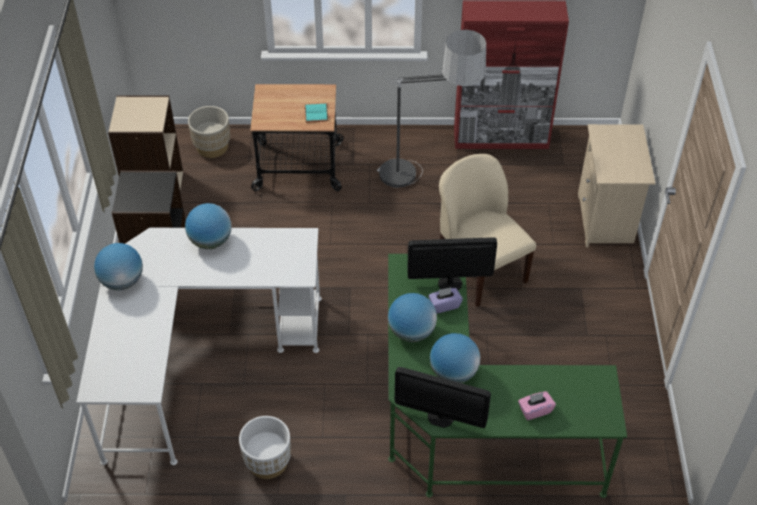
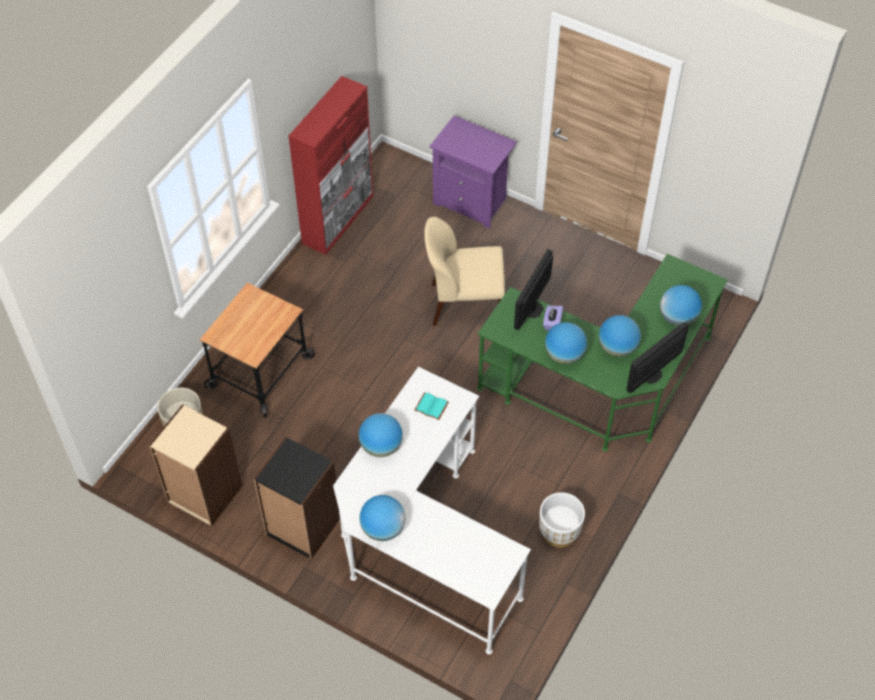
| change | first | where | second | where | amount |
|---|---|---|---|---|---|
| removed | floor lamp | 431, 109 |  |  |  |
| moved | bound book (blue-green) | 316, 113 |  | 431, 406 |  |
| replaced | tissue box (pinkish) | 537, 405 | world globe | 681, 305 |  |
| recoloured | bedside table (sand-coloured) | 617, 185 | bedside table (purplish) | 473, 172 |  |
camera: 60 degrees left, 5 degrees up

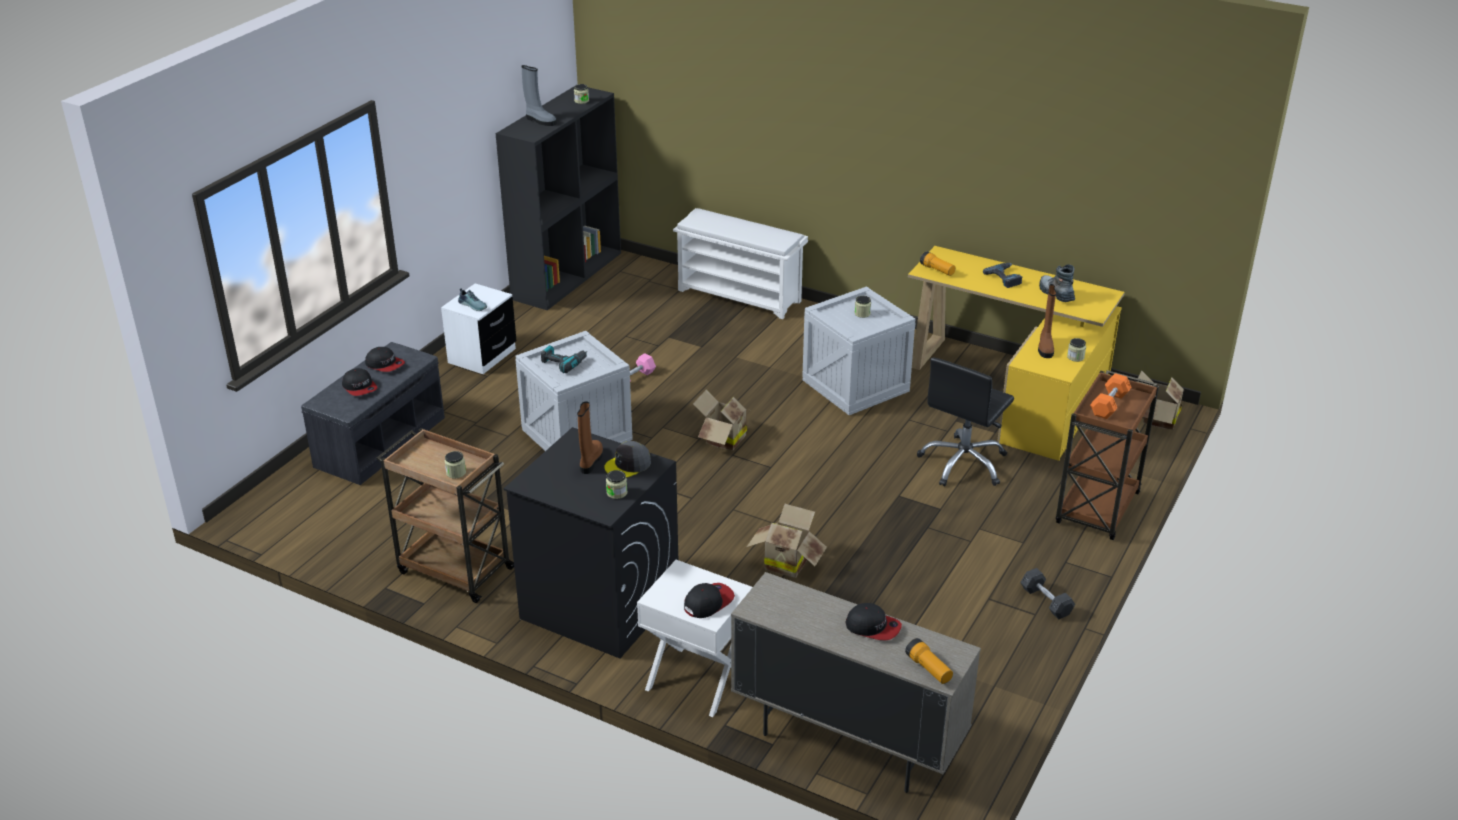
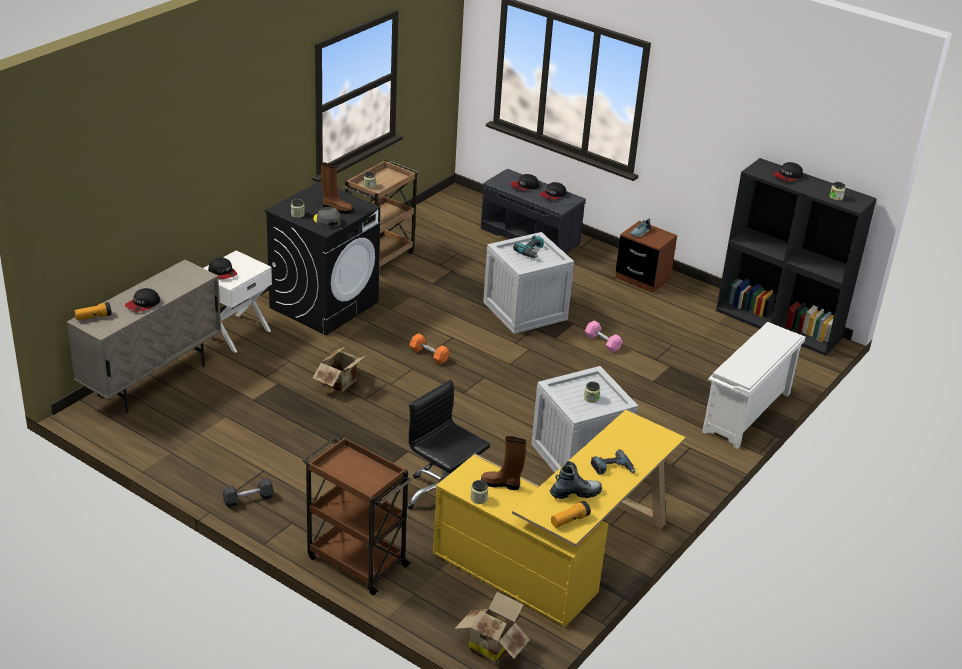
| change | first | where | second | where | amount |
|---|---|---|---|---|---|
| removed | carton | 722, 420 |  |  |  |
| moved | torch | 937, 263 |  | 571, 514 |  |
| moved | free weight (orange) | 1110, 396 |  | 429, 348 |  |
| replaced | boot (greyish) | 539, 95 | baseball cap | 788, 171 |  |
| recoloured | bedside table (whitish) | 478, 328 | bedside table (brown-coloured) | 646, 257 |  |
camera: 95 degrees right, 0 degrees up

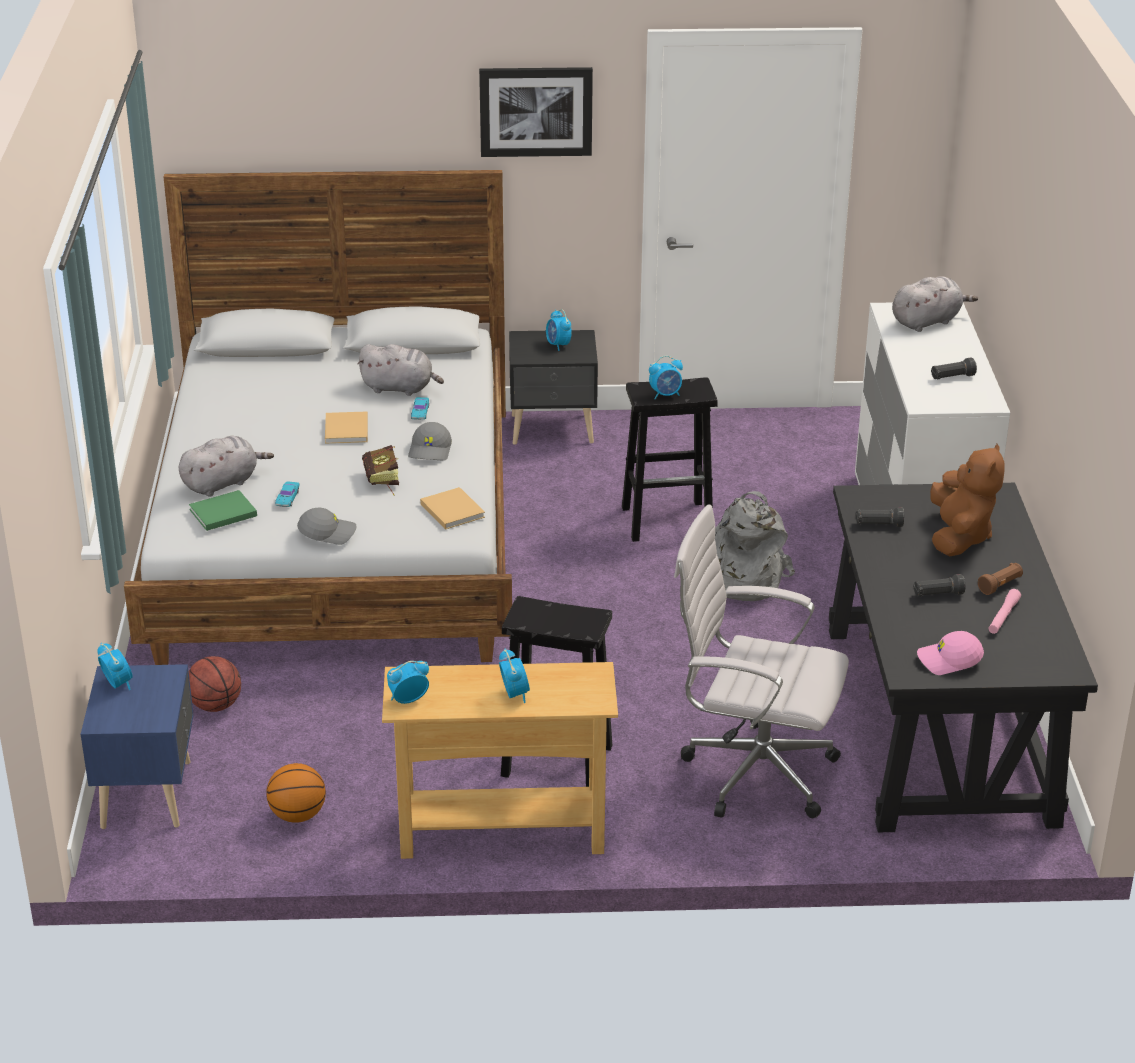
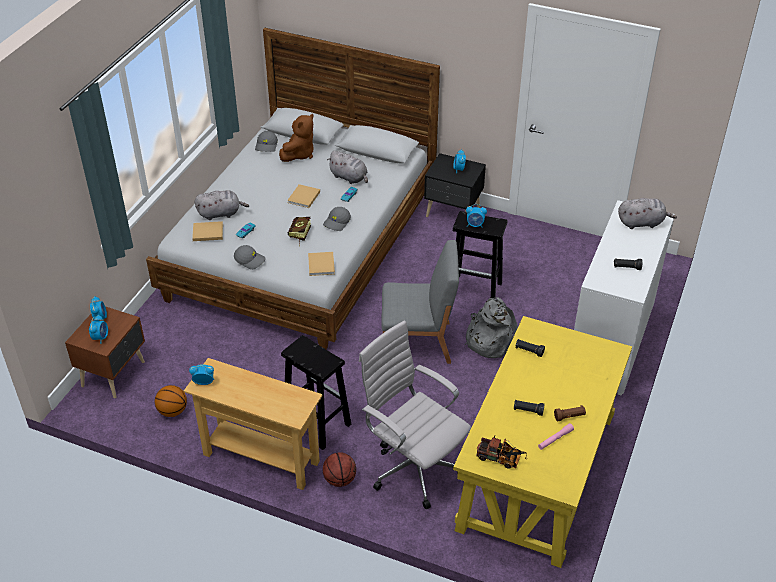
| change | first | where | second | where | amount |
|---|---|---|---|---|---|
| removed | wall picture | 536, 112 |  |  |  |
| added |  |  | baseball cap (greyish) | 266, 141 |  |
| added |  |  | upright chair (greyish) | 420, 302 |  |
| moved | ball for basketball | 215, 684 |  | 339, 469 |  |
| moved | bedside clock | 514, 676 |  | 98, 329 |  |
| moved | cuddly toy (brown-coloured) | 967, 500 |  | 296, 138 |  |
| replaced | baseball cap (pinkish) | 950, 653 | toy lorry | 501, 452 |  |
| recoloured | bedside table (blue) | 137, 746 | bedside table (brown-coloured) | 105, 352 |  |
| recoloured | bound book (green-coloured) | 223, 510 | bound book (sand-coloured) | 207, 231 |  |
| recoloured | desk (black-coloured) | 963, 657 | desk (yellow-coloured) | 542, 442 |  |
camera: 25 degrees right, 10 degrees up

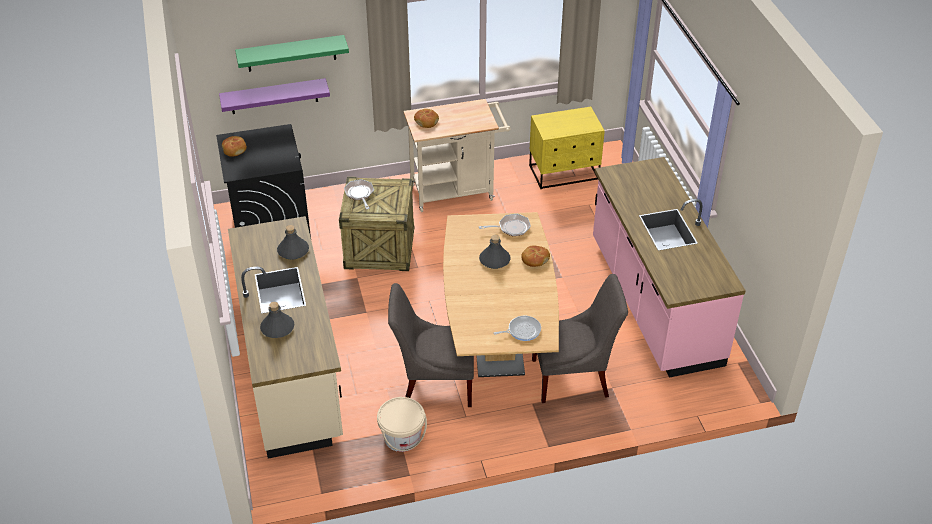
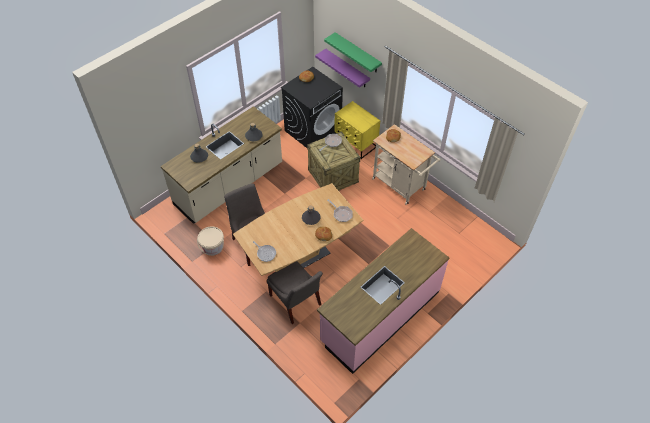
| change | first | where | second | where | amount |
|---|---|---|---|---|---|
| moved | bedside table (yellow-coloured) | 567, 148 |  | 357, 130 |  |
camera: 60 degrees right, 10 degrees up

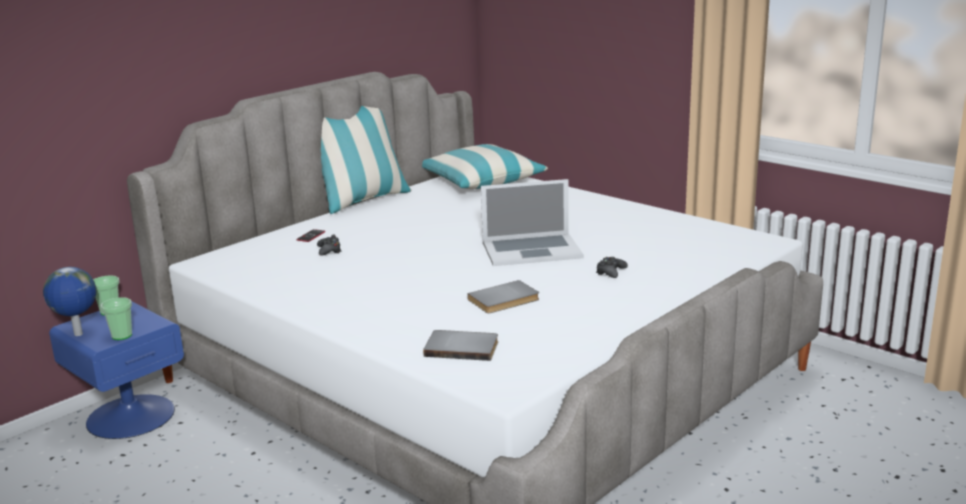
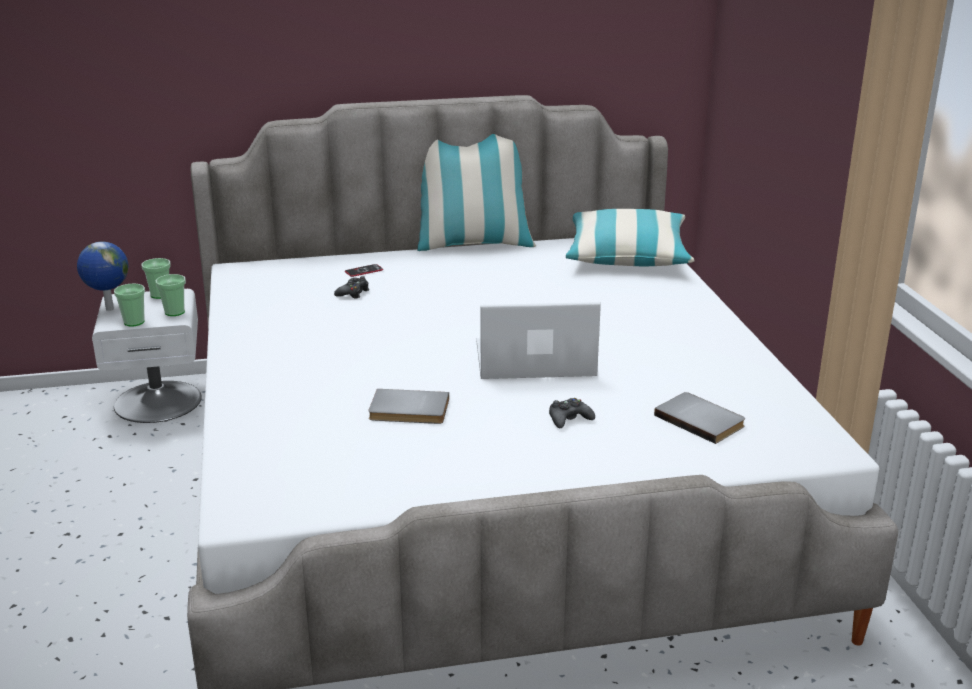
| change | first | where | second | where | amount |
|---|---|---|---|---|---|
| added |  |  | small cup | 171, 295 |  |
| moved | bound book (greyish) | 460, 345 |  | 699, 418 |  |
| recoloured | bedside table (blue) | 116, 370 | bedside table (whitish) | 147, 356 |  |
| turned | laptop | 532, 222 |  | 539, 340 | 150 degrees clockwise |
camera: 35 degrees right, 5 degrees up

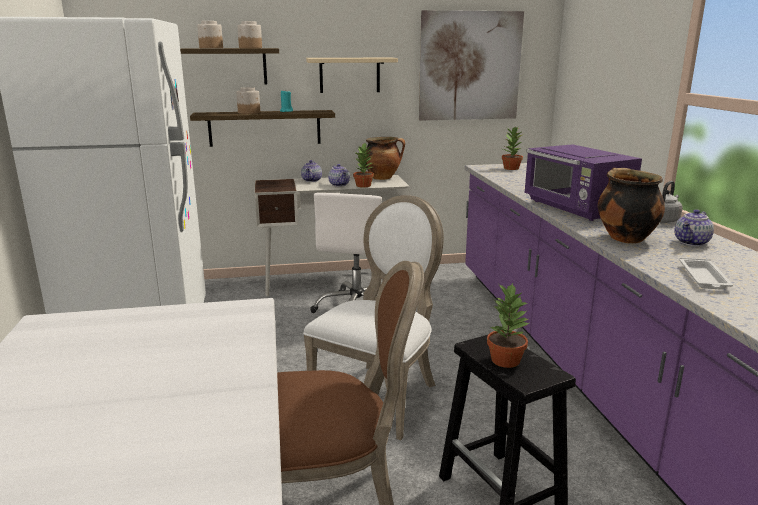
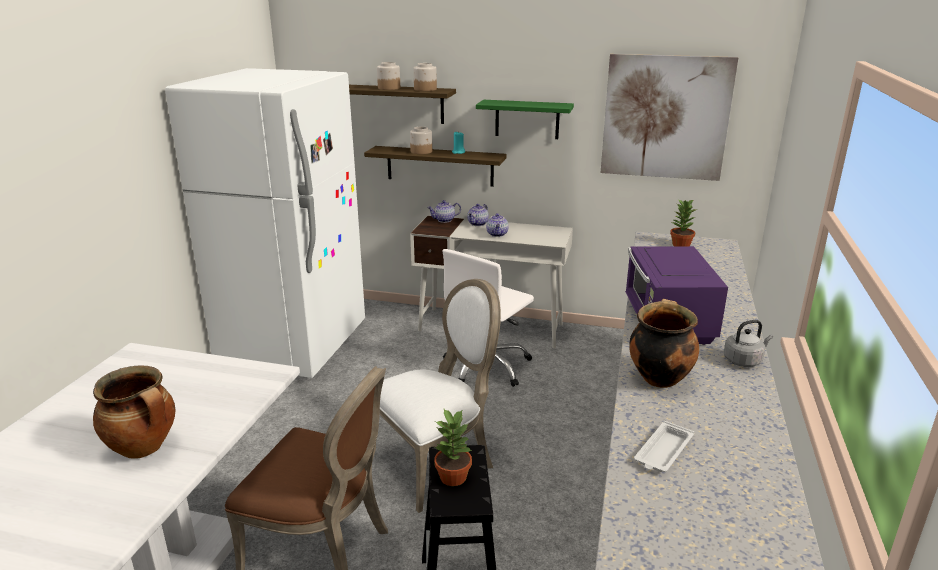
| change | first | where | second | where | amount |
|---|---|---|---|---|---|
| removed | potted plant | 363, 165 |  |  |  |
| moved | stockpot | 385, 158 |  | 134, 412 |  |
| moved | tea pot | 694, 227 |  | 444, 211 |  |
| recoloured | shelf (sand-coloured) | 352, 75 | shelf (green-coloured) | 525, 119 |  |
camera: 25 degrees right, 5 degrees up

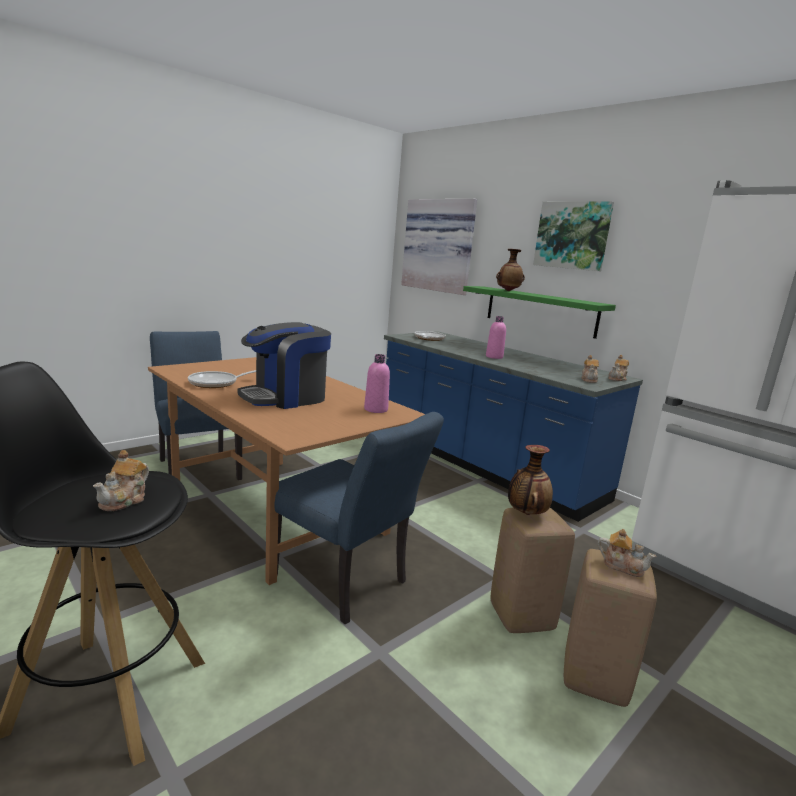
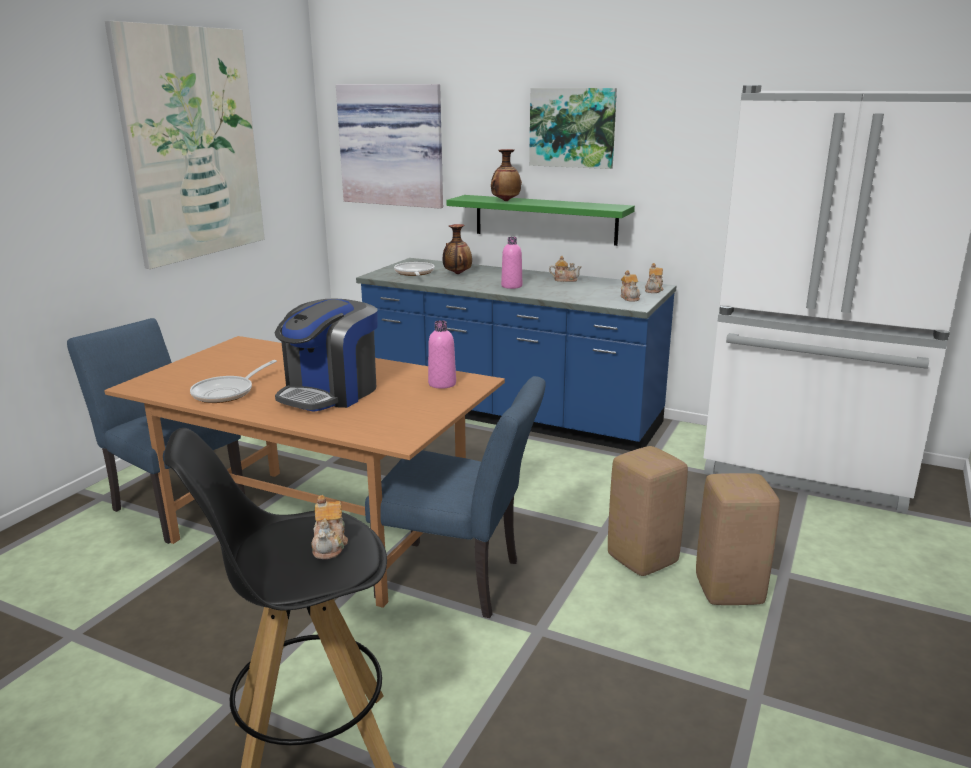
| change | first | where | second | where | amount |
|---|---|---|---|---|---|
| added |  |  | wall picture | 185, 145 |  |
| moved | vase | 530, 480 |  | 457, 249 |  |
| moved | tea pot | 627, 553 |  | 565, 268 |  |
camera: 20 degrees left, 5 degrees up

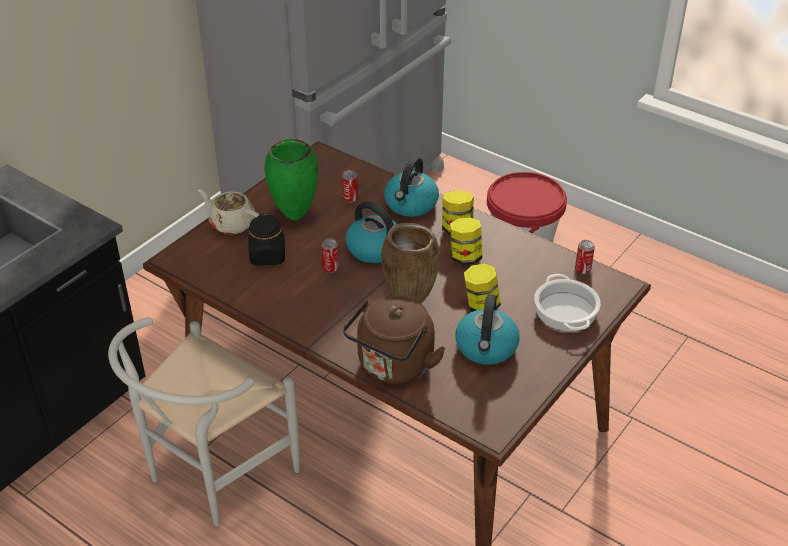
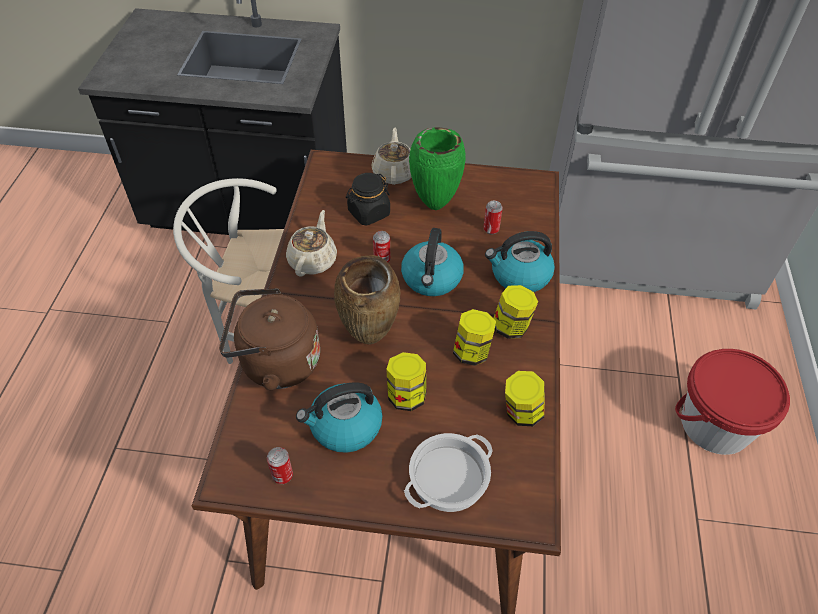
| change | first | where | second | where | amount |
|---|---|---|---|---|---|
| added |  |  | tea pot (sand-coloured) | 311, 243 |  |
| added |  |  | storage jar | 525, 398 |  |
| moved | metal can | 585, 257 |  | 280, 465 |  |
camera: 60 degrees right, 10 degrees up

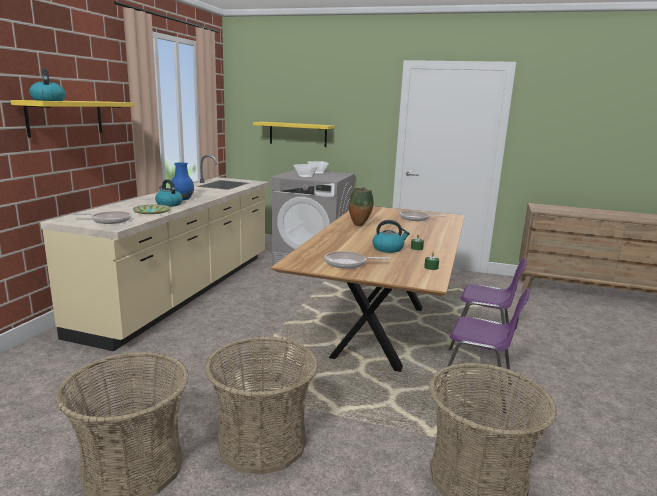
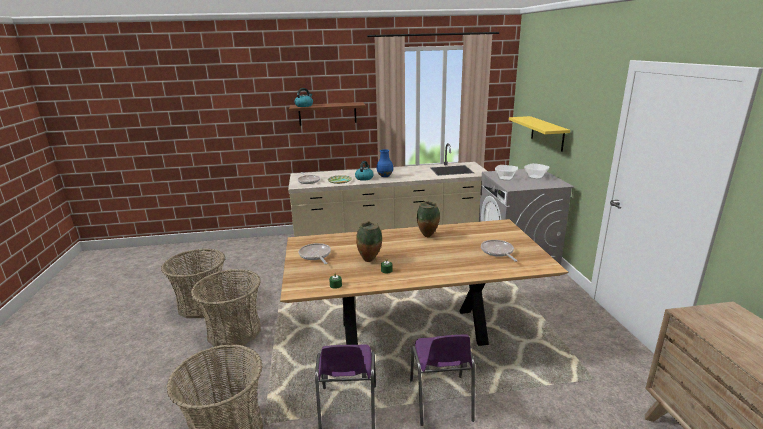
| change | first | where | second | where | amount |
|---|---|---|---|---|---|
| replaced | kettle | 391, 236 | vase | 369, 242 |  |
| recoloured | shelf (yellow-coloured) | 73, 118 | shelf (brown-coloured) | 327, 114 |  |
camera: 65 degrees right, 5 degrees up

